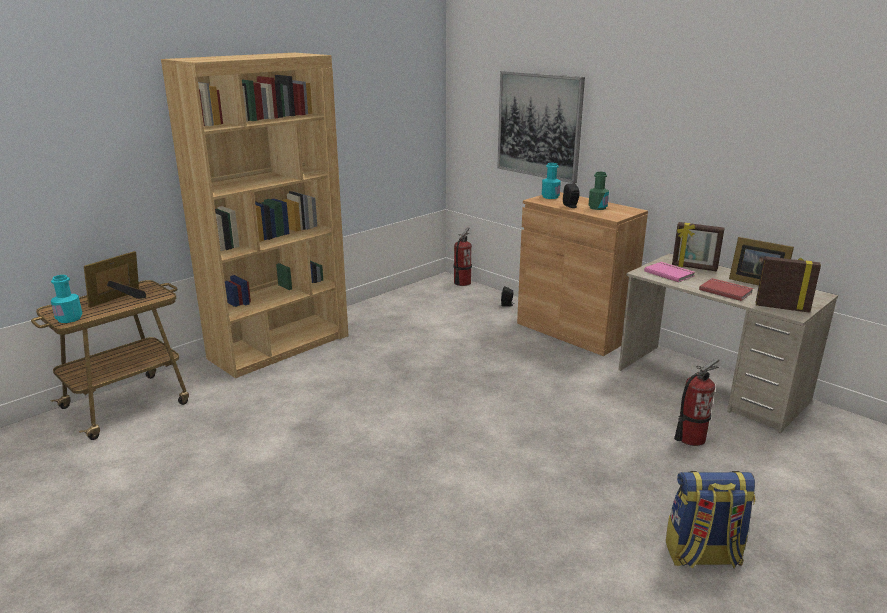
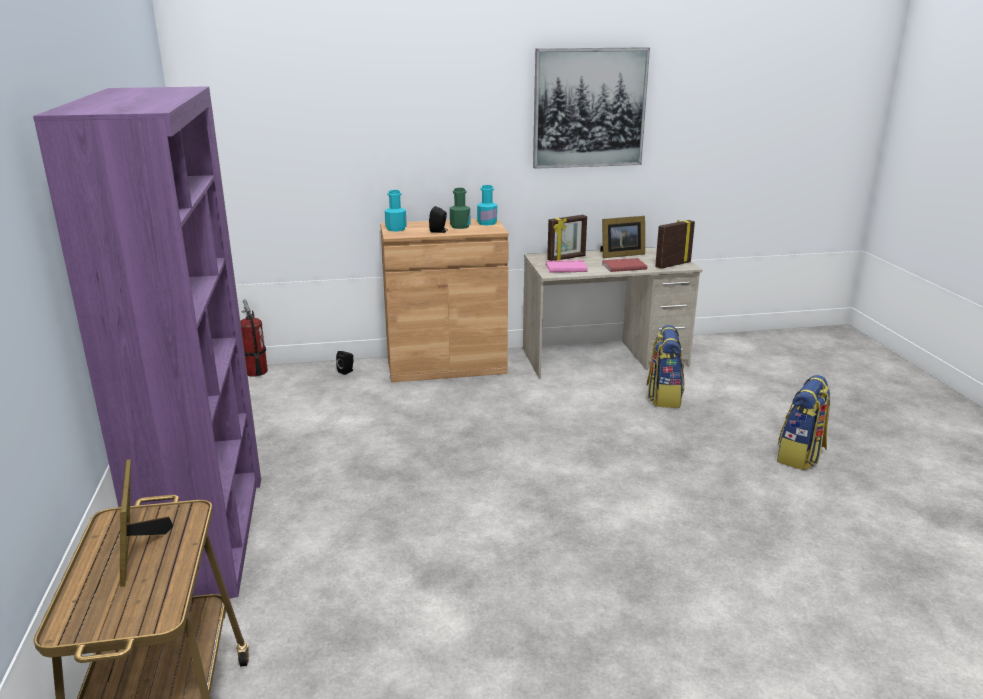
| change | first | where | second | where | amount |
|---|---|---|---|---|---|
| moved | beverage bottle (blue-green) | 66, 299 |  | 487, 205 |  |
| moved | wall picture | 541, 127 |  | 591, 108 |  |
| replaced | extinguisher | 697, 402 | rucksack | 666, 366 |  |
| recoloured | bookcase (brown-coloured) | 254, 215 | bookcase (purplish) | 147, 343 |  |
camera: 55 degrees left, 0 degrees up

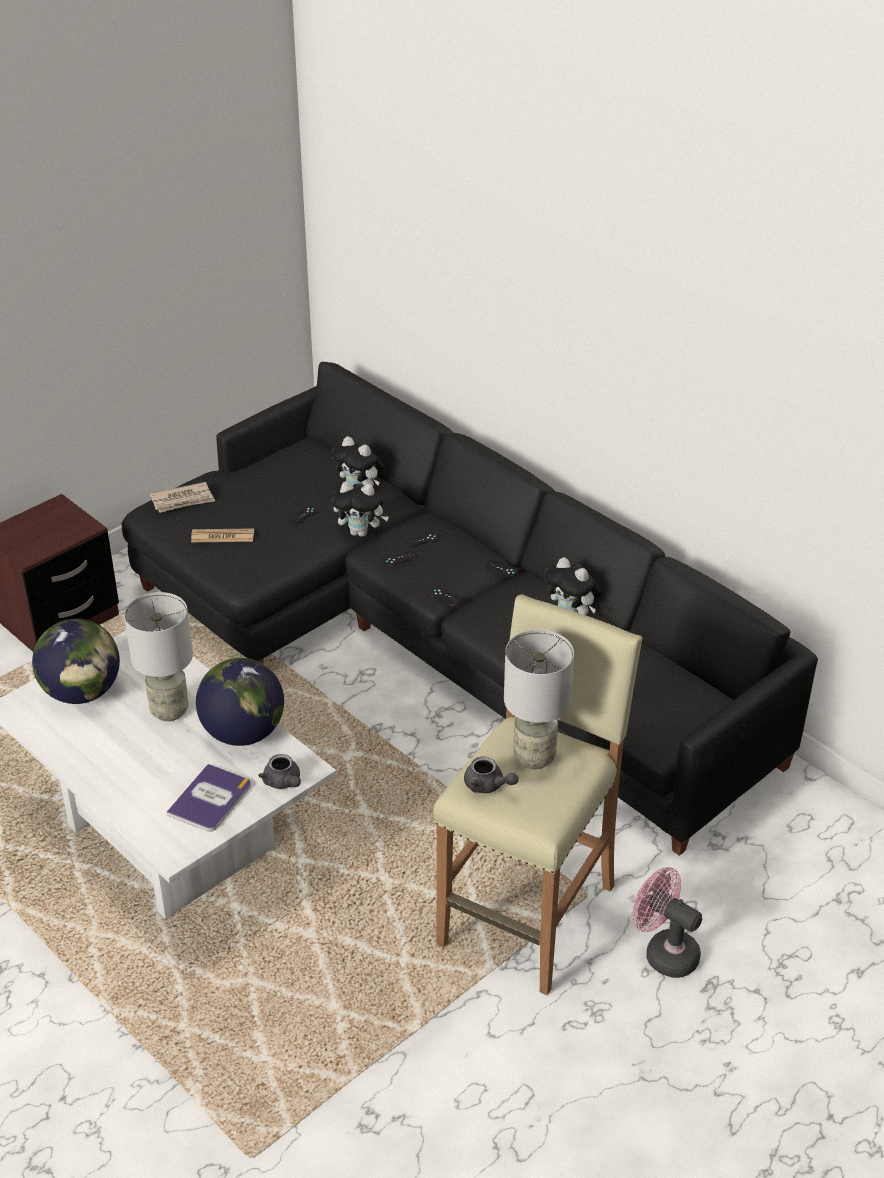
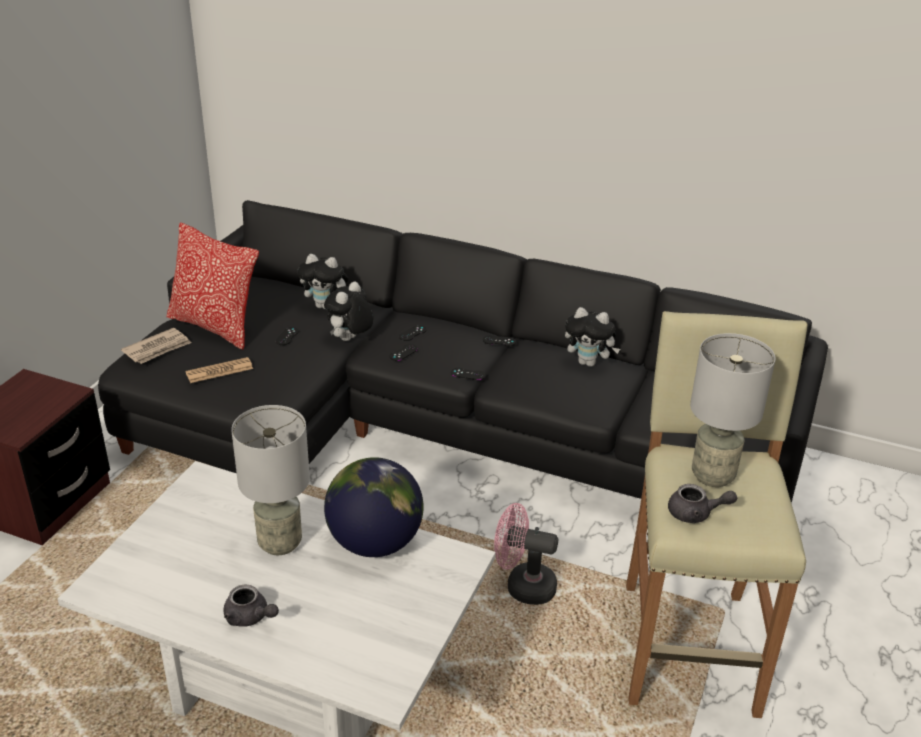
| change | first | where | second | where | amount |
|---|---|---|---|---|---|
| removed | world globe | 76, 661 |  |  |  |
| removed | bound book | 208, 798 |  |  |  |
| added |  |  | cushion | 212, 286 |  |
| moved | tea pot (greyish) | 279, 771 |  | 251, 606 |  |
| moved | cooling fan (pinkish) | 667, 922 |  | 526, 554 |  |
| turned | cuddly toy | 360, 509 |  | 349, 311 | 135 degrees clockwise |
camera: 25 degrees left, 5 degrees down

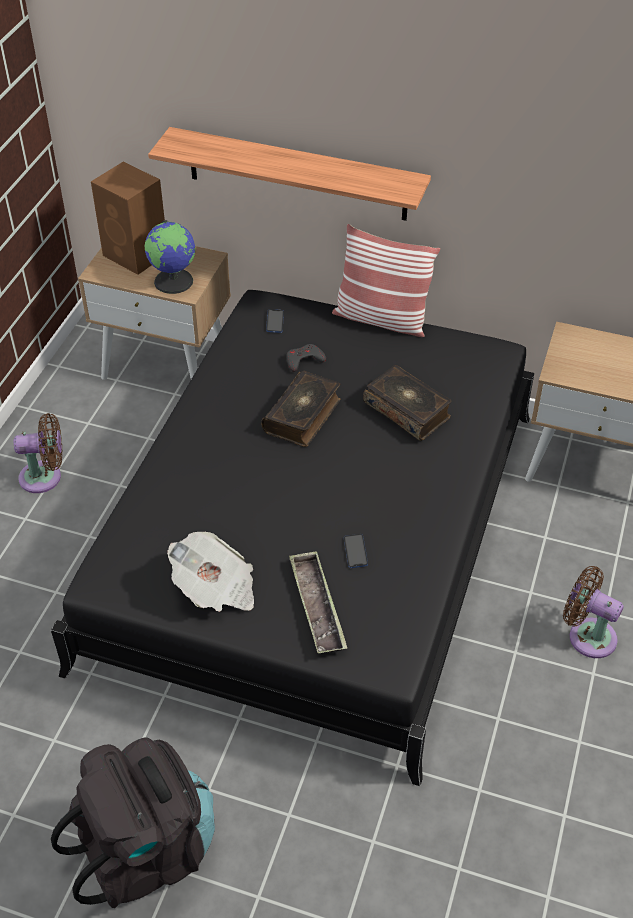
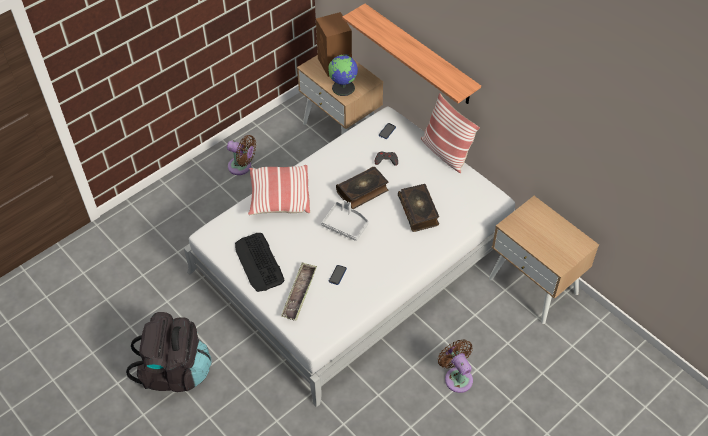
| change | first | where | second | where | amount |
|---|---|---|---|---|---|
| added |  |  | cushion | 279, 190 |  |
| added |  |  | serving tray (greyish) | 345, 220 |  |
| replaced | newspaper | 210, 572 | keyboard | 259, 262 |  |
| recoloured | sleeping bed (black-coloured) | 292, 538 | sleeping bed (whitish) | 349, 256 |  |
camera: 30 degrees right, 5 degrees up

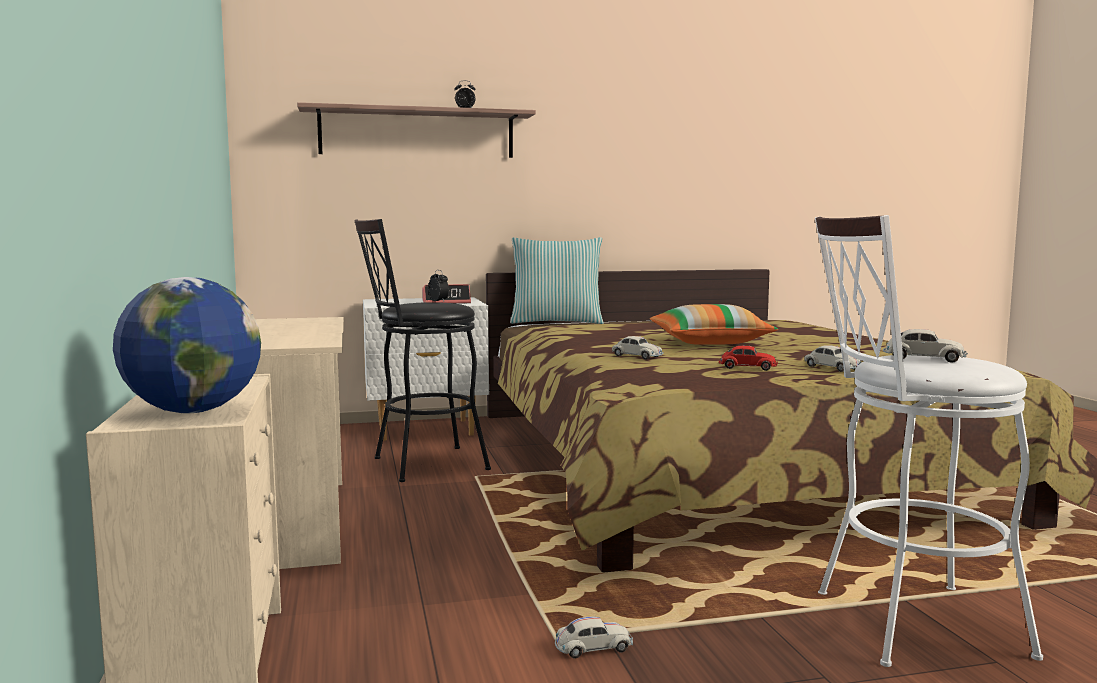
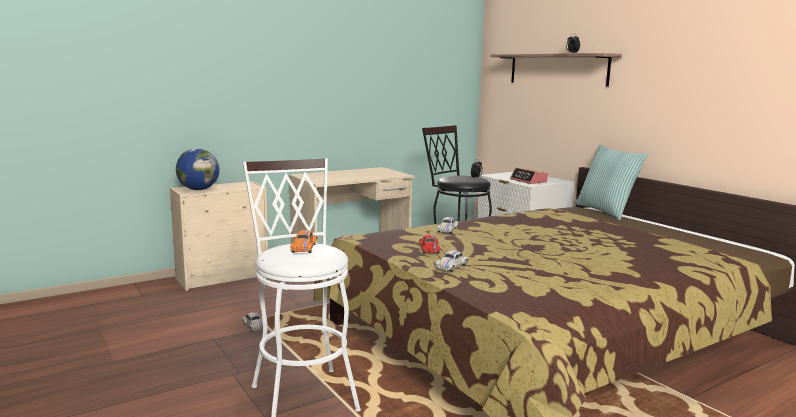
| change | first | where | second | where | amount |
|---|---|---|---|---|---|
| removed | cushion | 714, 324 |  |  |  |
| recoloured | model car (whitish) | 925, 346 | model car (orange) | 304, 241 |  |
camera: 70 degrees right, 5 degrees up

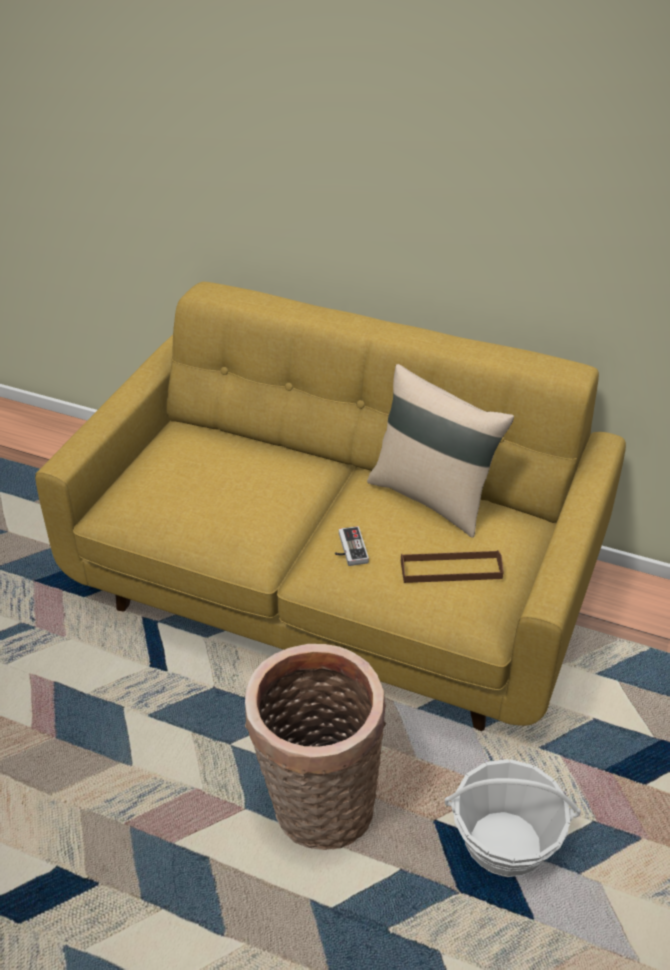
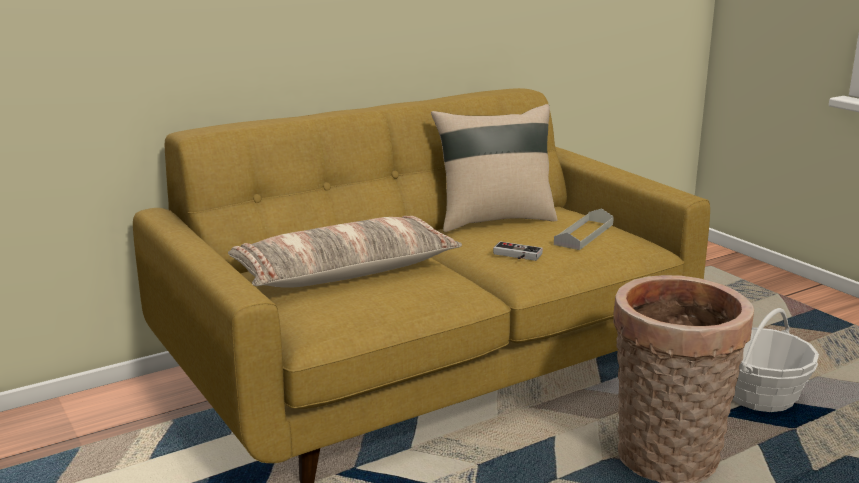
| change | first | where | second | where | amount |
|---|---|---|---|---|---|
| added |  |  | cushion | 345, 252 |  |
| recoloured | serving tray (brown-coloured) | 452, 566 | serving tray (greyish) | 584, 229 |  |
camera: 55 degrees left, 20 degrees down

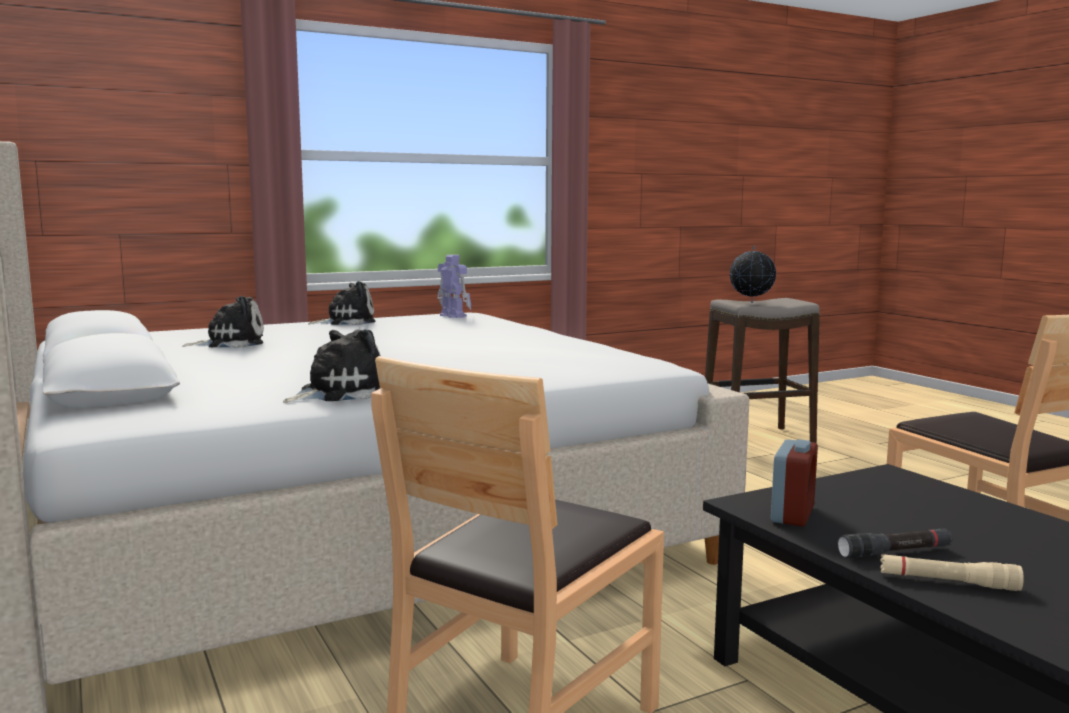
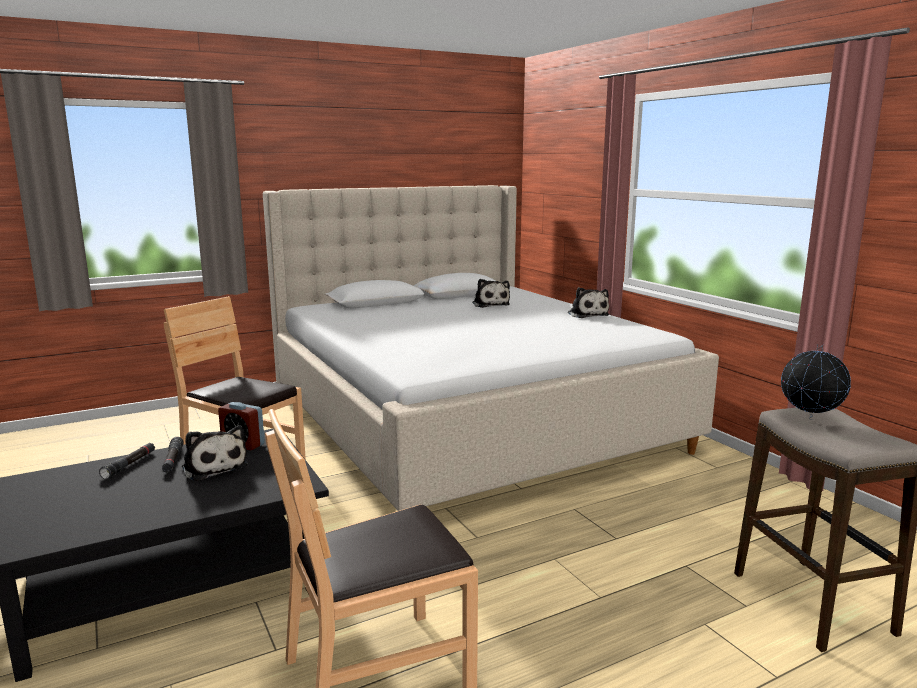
| change | first | where | second | where | amount |
|---|---|---|---|---|---|
| removed | model robot | 454, 286 |  |  |  |
| moved | cuddly toy | 332, 366 |  | 215, 453 |  |
| recoloured | torch (sand-coloured) | 952, 572 | torch (black-coloured) | 127, 461 |  |
camera: 90 degrees right, 5 degrees up

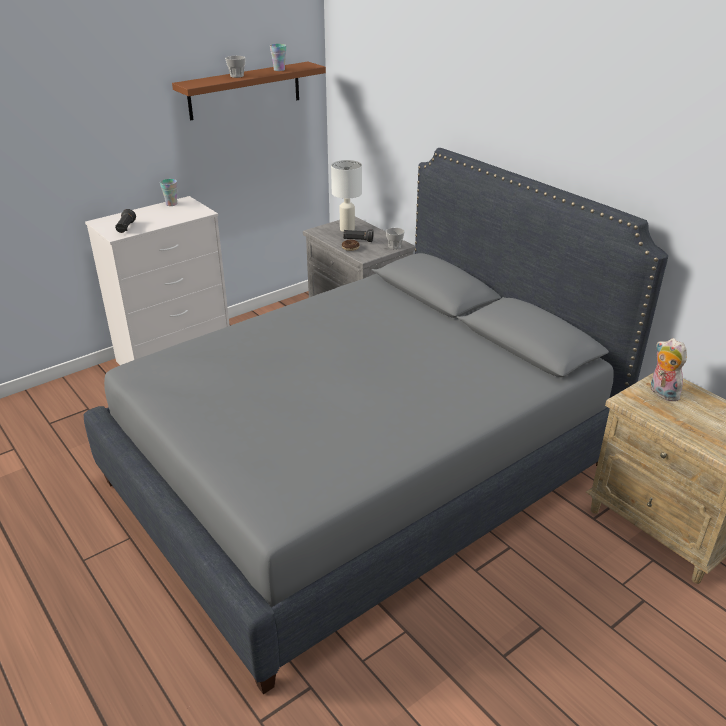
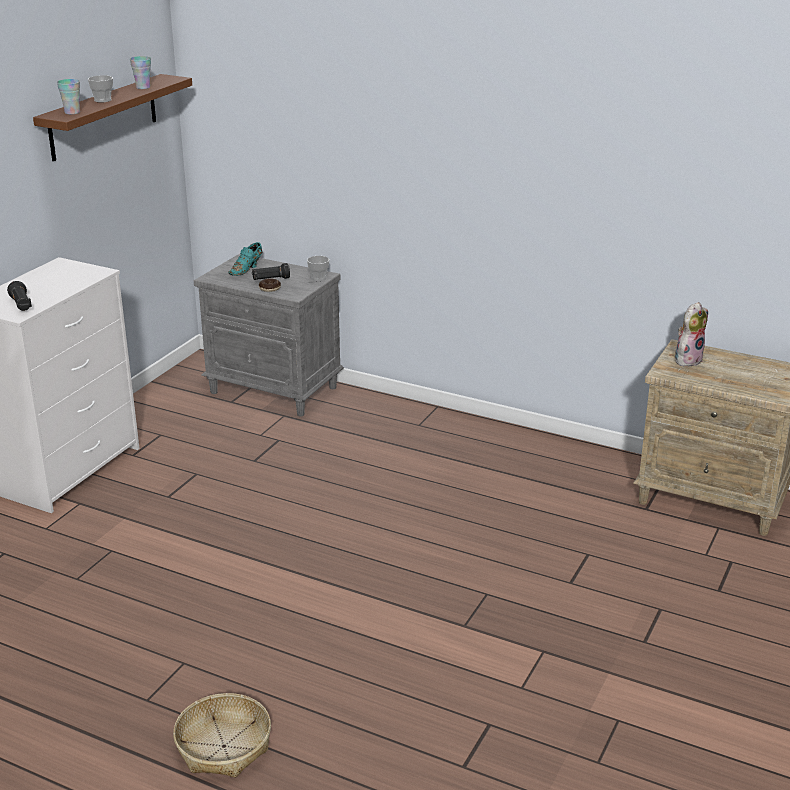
| change | first | where | second | where | amount |
|---|---|---|---|---|---|
| removed | sleeping bed (greyish) | 375, 421 |  |  |  |
| added |  |  | basket | 222, 735 |  |
| moved | small cup | 168, 192 |  | 68, 96 |  |
| replaced | lamp for a table (whitish) | 346, 196 | shoe (blue-green) | 245, 259 |  |
| turned | cuddly toy | 669, 369 |  | 691, 334 | 105 degrees clockwise |
camera: 25 degrees left, 5 degrees down

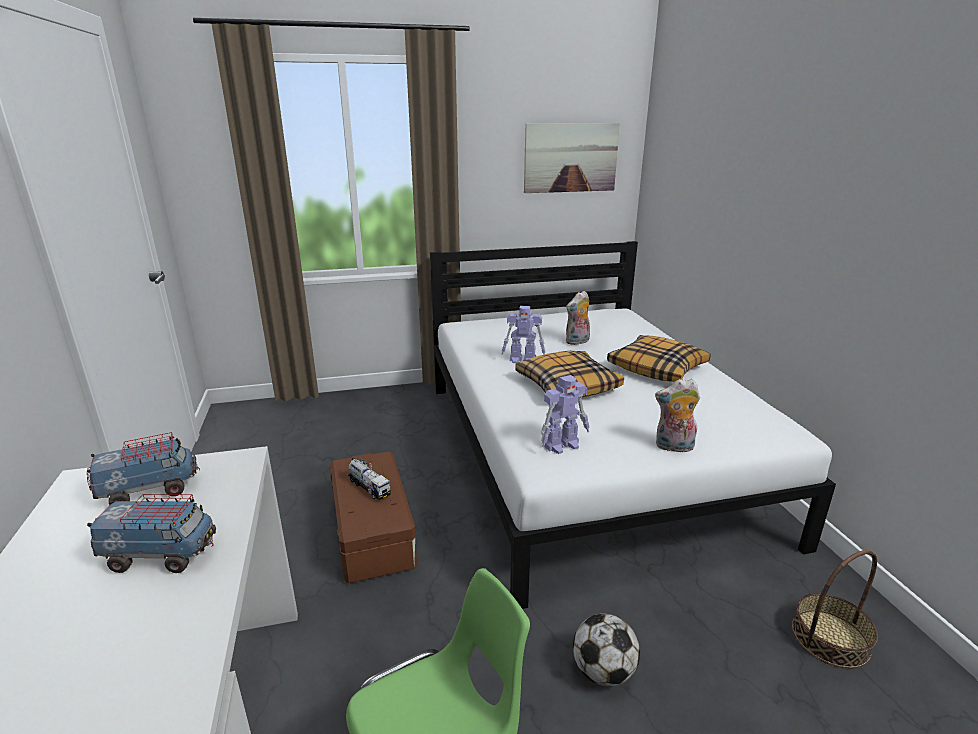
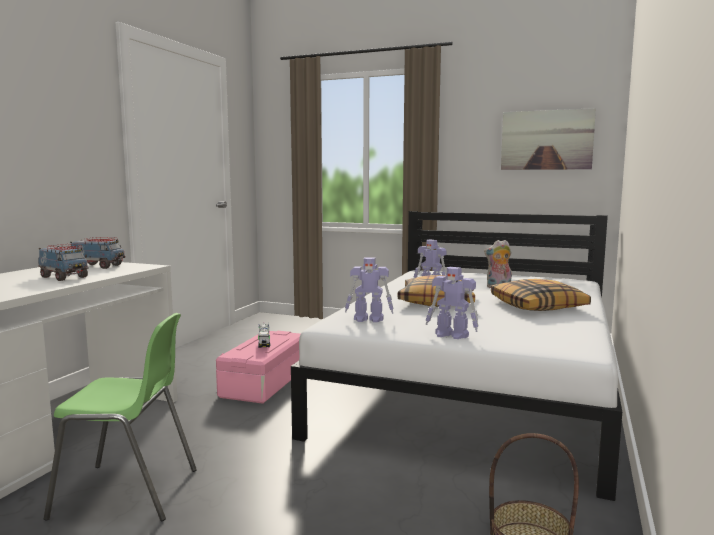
| change | first | where | second | where | amount |
|---|---|---|---|---|---|
| removed | ball for football | 606, 650 |  |  |  |
| replaced | cuddly toy | 677, 415 | model robot | 451, 303 |  |
| recoloured | storage box (brown-coloured) | 373, 517 | storage box (pinkish) | 258, 367 |  |
camera: 35 degrees right, 15 degrees down

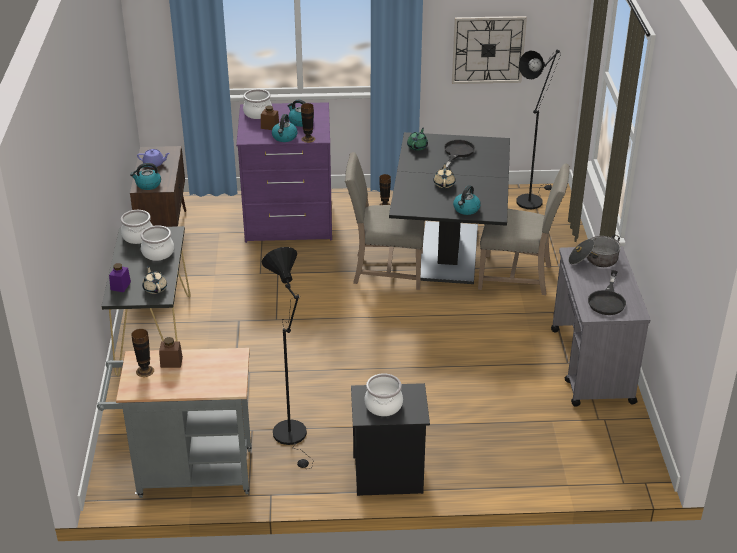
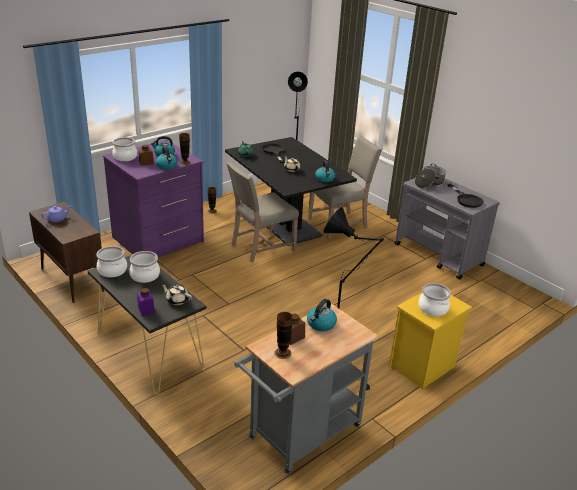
| change | first | where | second | where | amount |
|---|---|---|---|---|---|
| removed | wall clock | 489, 50 |  |  |  |
| moved | kettle | 145, 176 |  | 322, 315 |  |
| recoloured | bedside table (black-coloured) | 390, 439 | bedside table (yellow-coloured) | 430, 340 |  |
camera: 40 degrees left, 5 degrees down

